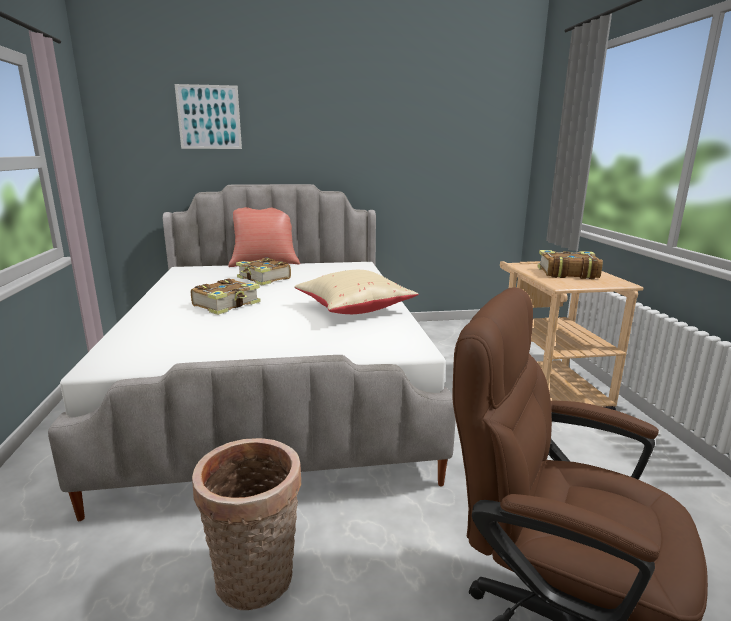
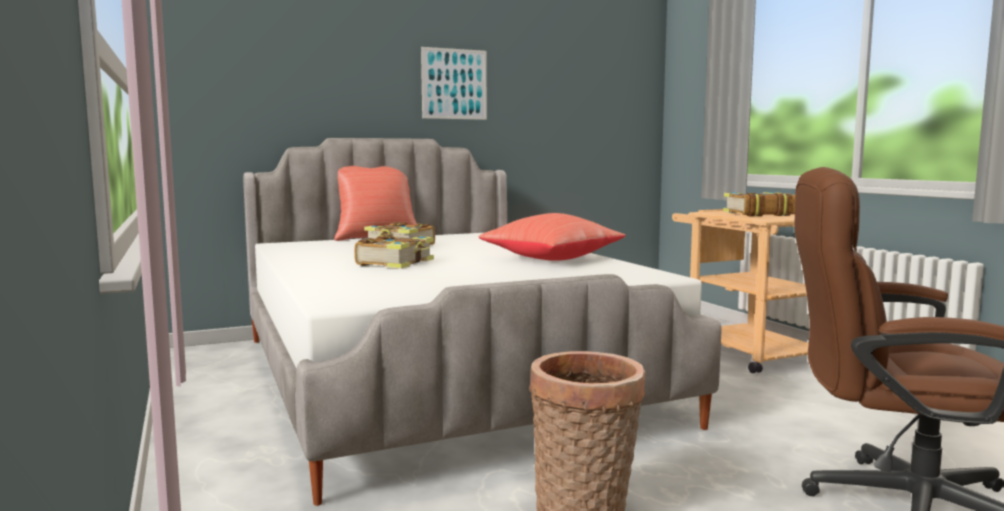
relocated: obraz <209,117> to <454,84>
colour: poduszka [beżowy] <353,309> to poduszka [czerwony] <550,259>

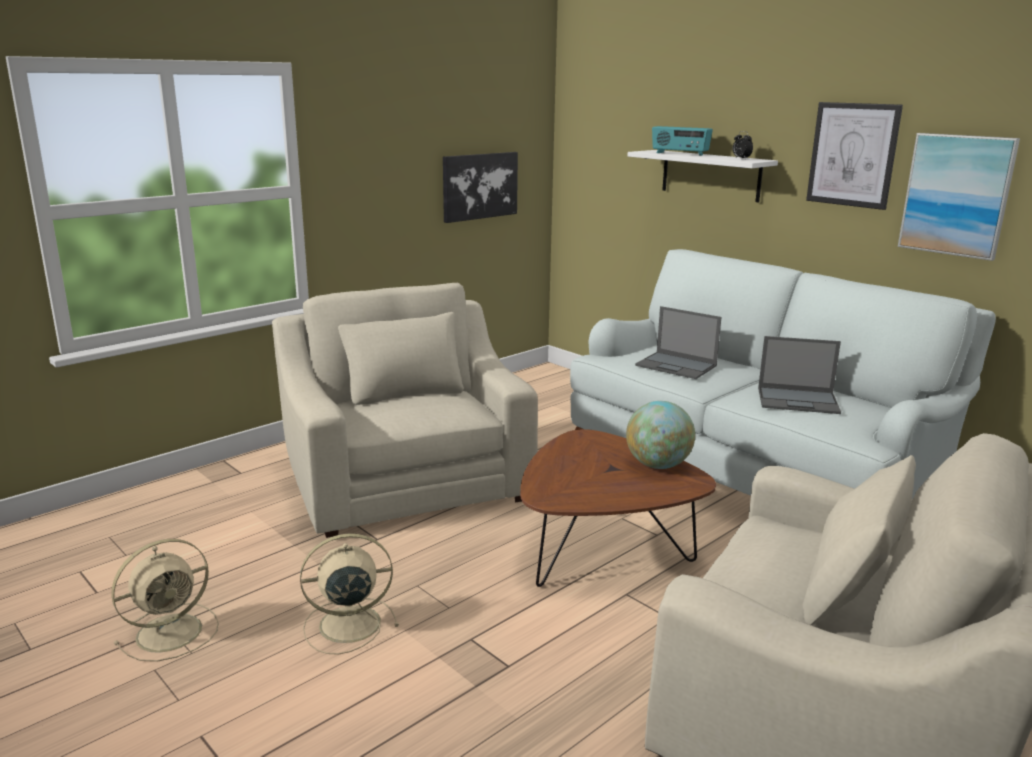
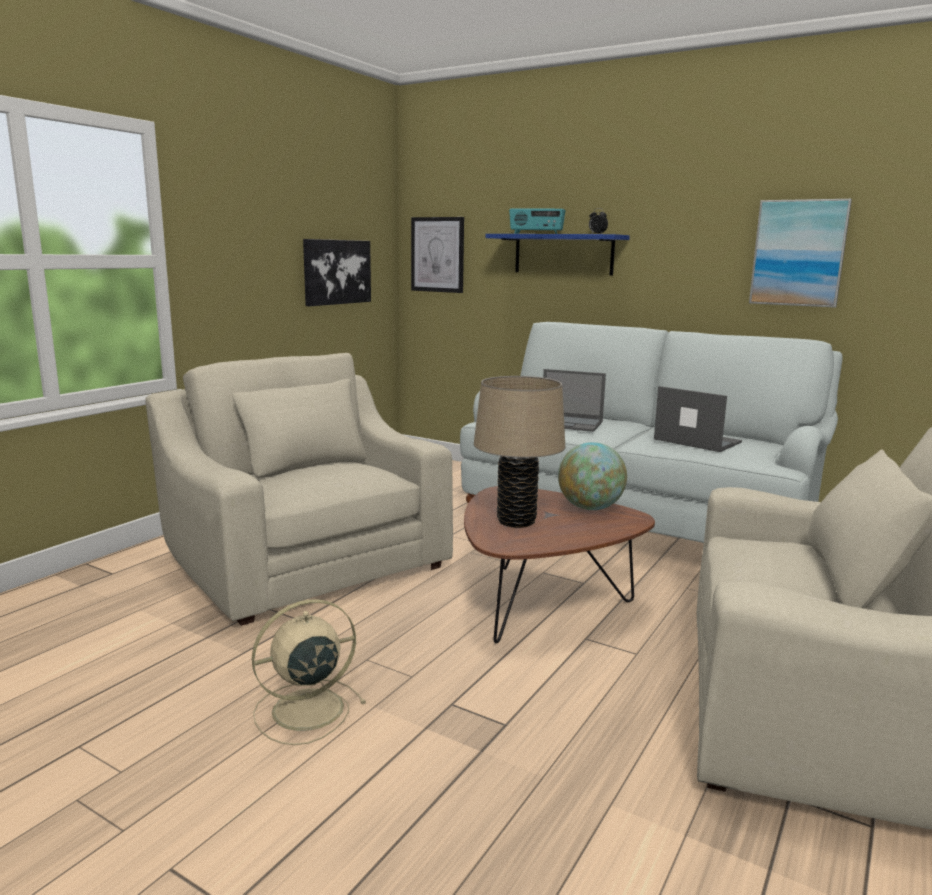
missing: wentylator [beżowy] <172,631>
appeared: lampa stołowa [beżowy] <516,521>
relocated: obraz <853,155> to <437,254>
colour: półka [biały] <710,175> to półka [niebieski] <563,254>
spun: laptop <798,400> = <696,441> 135 degrees counterclockwise

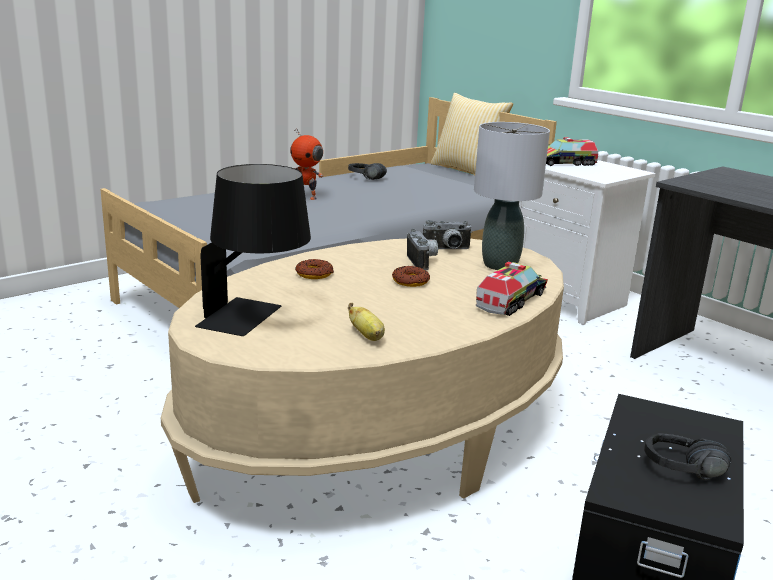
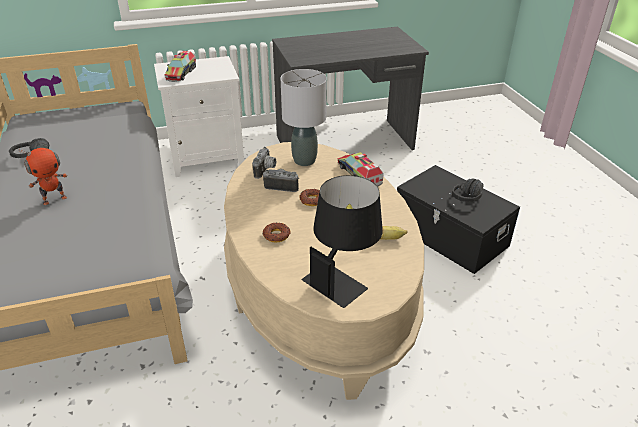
missing: poduszka <468,170>

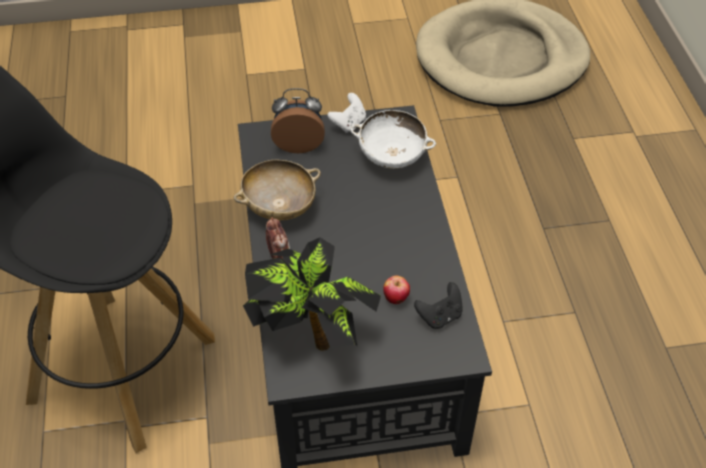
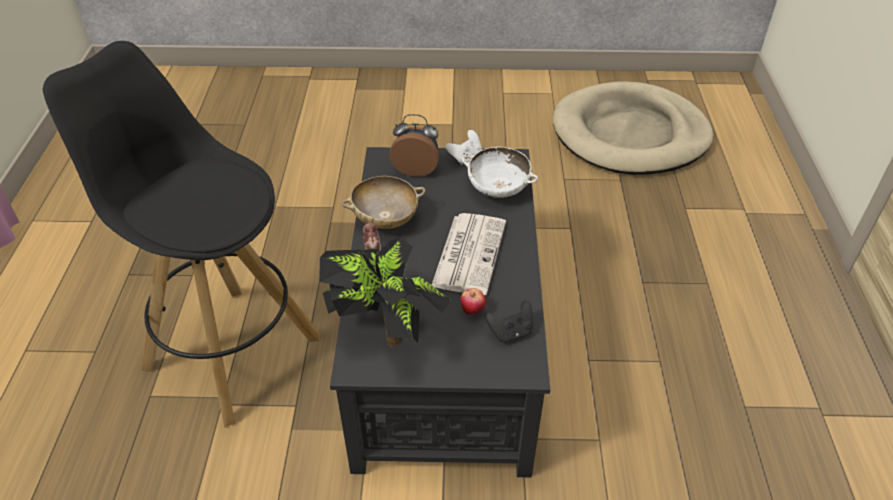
appeared: gazeta <469,253>

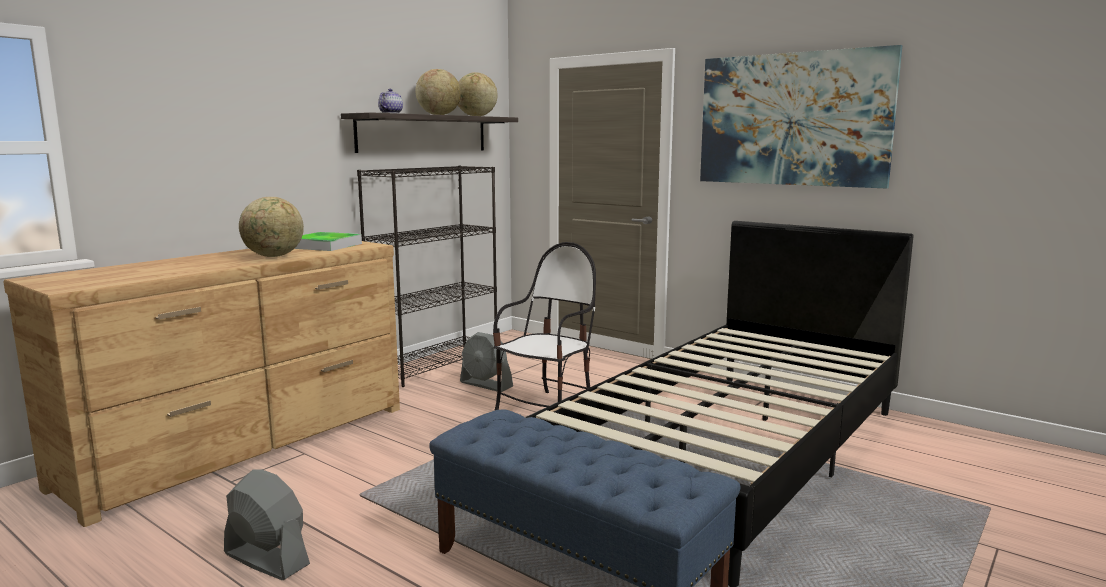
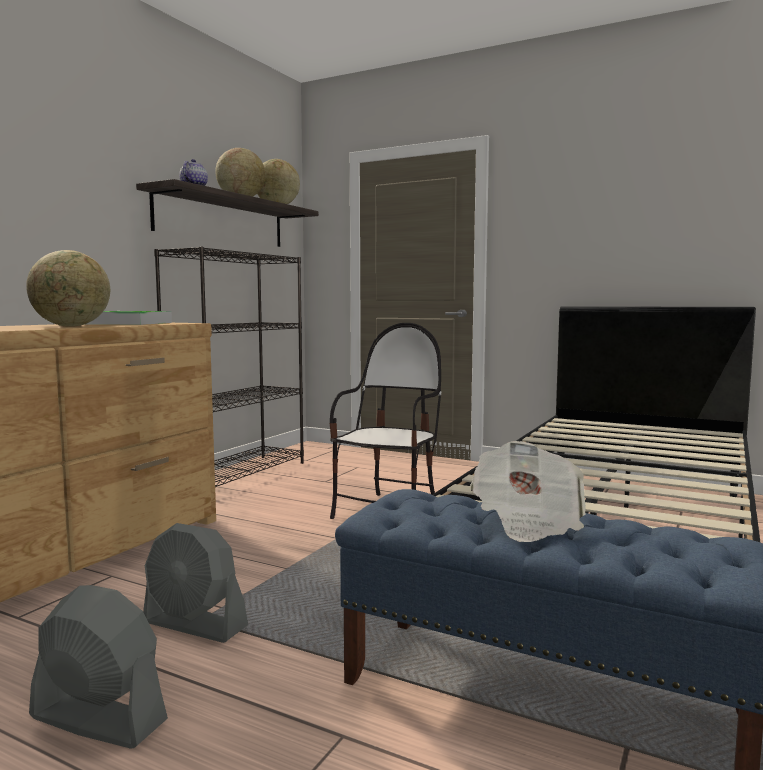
missing: obraz <792,119>
appeared: gazeta <527,521>
relocated: wentylator [szary] <486,385> to <195,625>

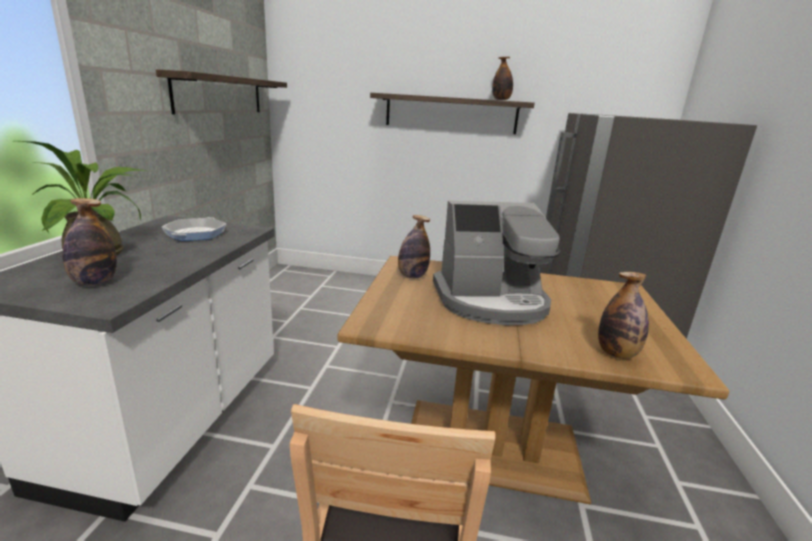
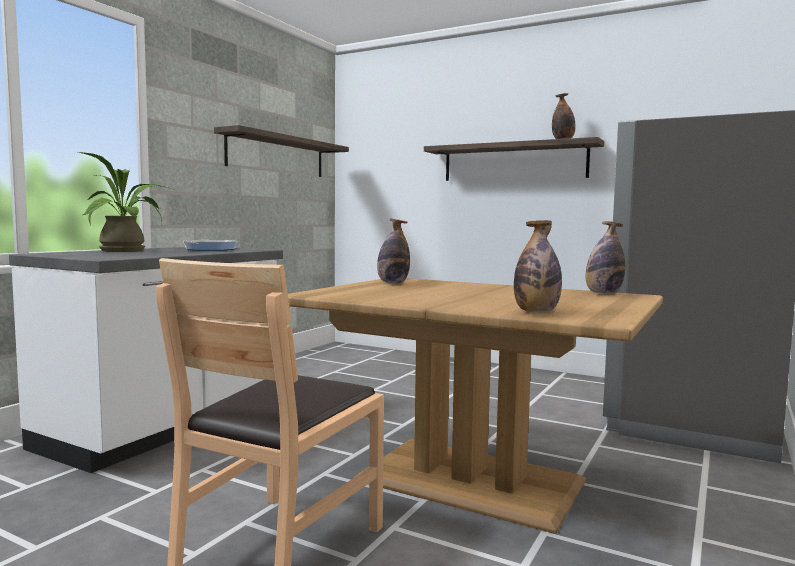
missing: ekspres do kawy <491,301>
relocated: butelka <94,283> to <603,294>

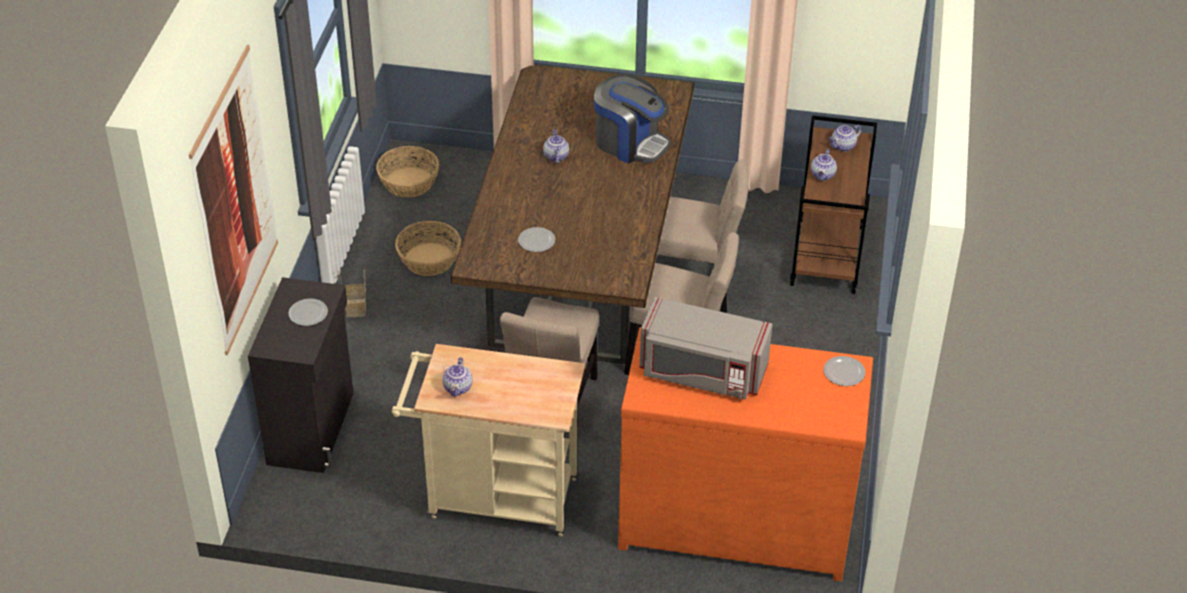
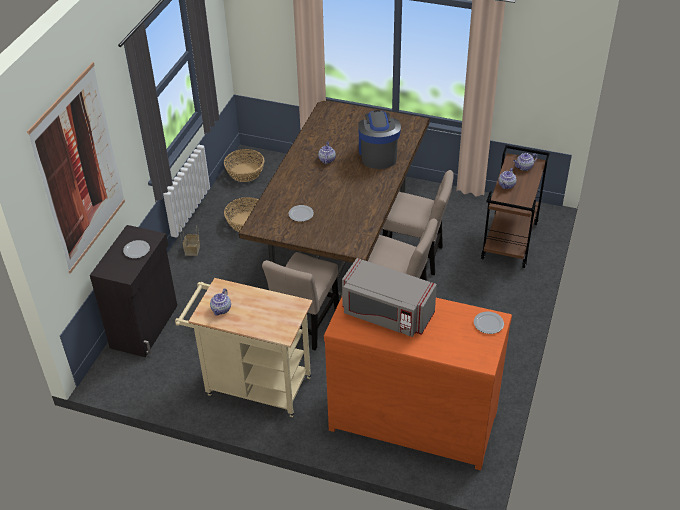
spun: ekspres do kawy <630,143> = <378,154> 135 degrees counterclockwise

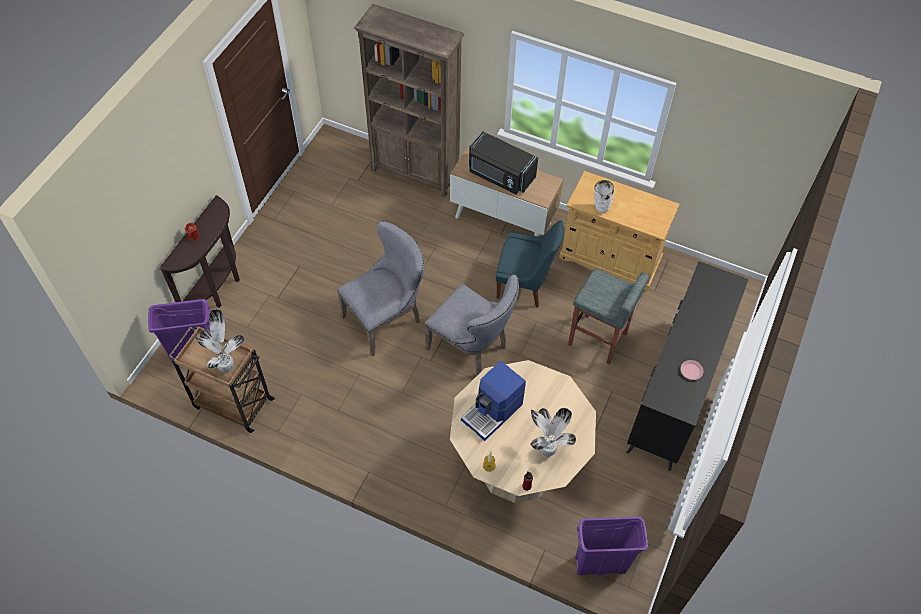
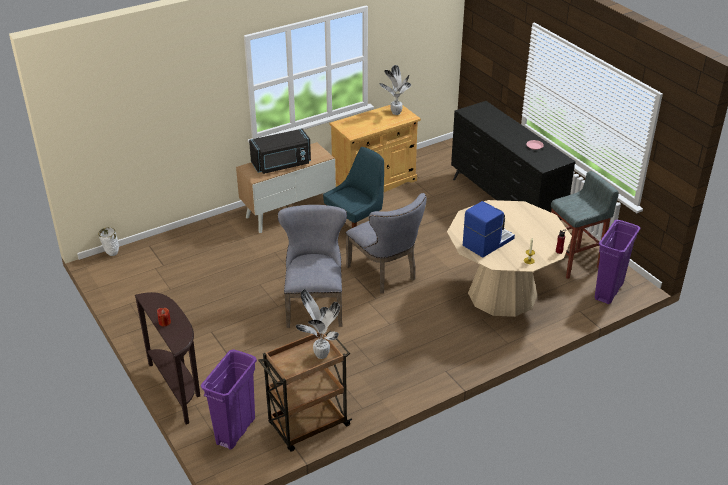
missing: regał [brązowy] <415,172>
relocated: roślina doniczkowa <545,450> to <395,113>; stołek [szary] <598,340> to <574,263>; wazon [biały] <600,208> to <111,254>
spun: krzesło [szary] <472,348> = <385,274> 75 degrees clockwise; ekspres do kawy <493,412> = <487,242> 120 degrees counterclockwise

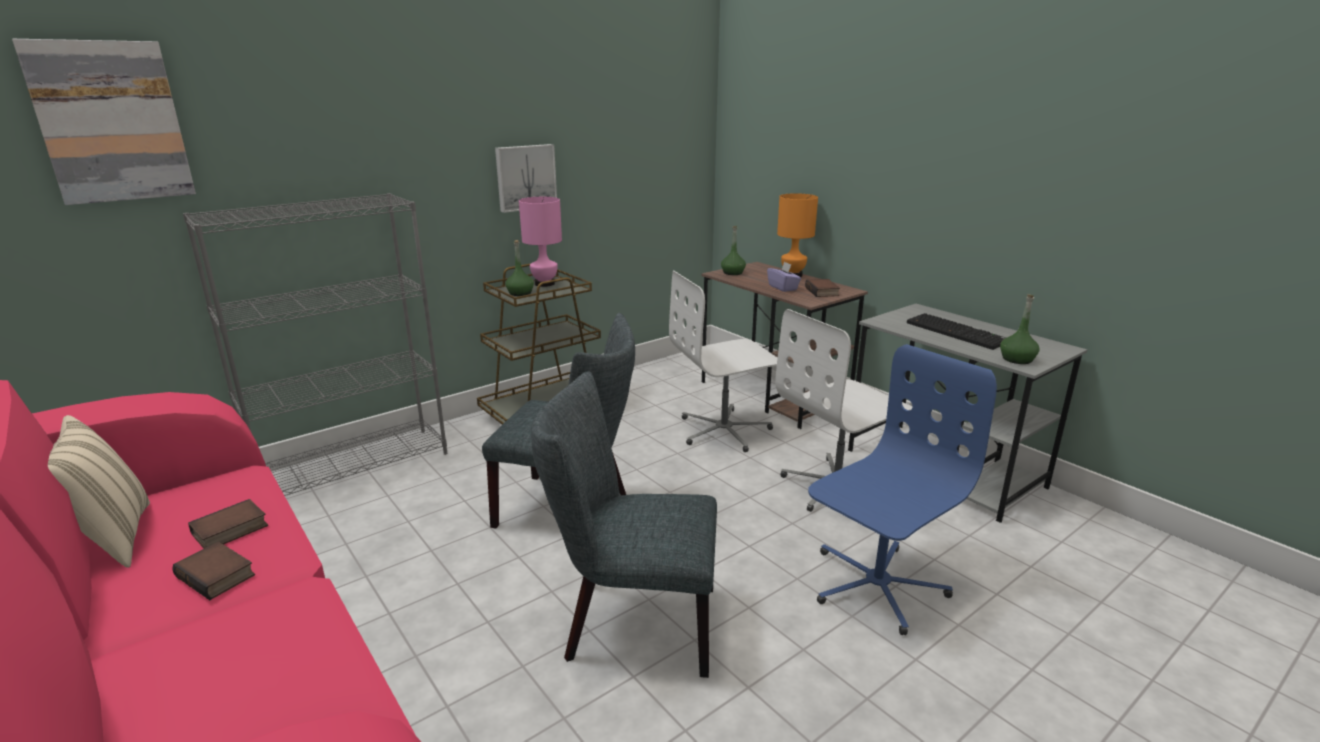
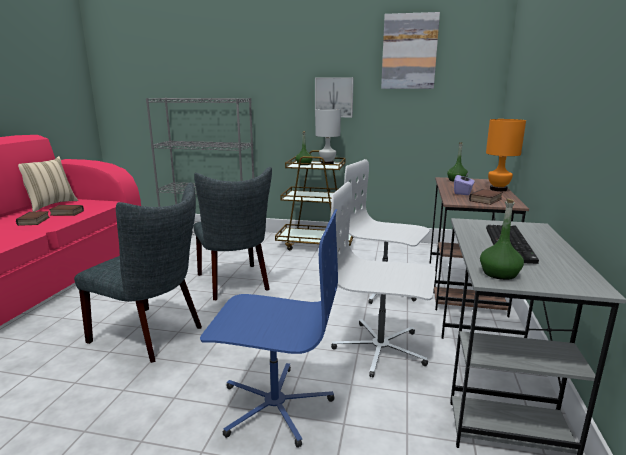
relocated: obraz <111,122> to <409,52>
colour: lampa stołowa [różowy] <544,284> to lampa stołowa [biały] <327,163>
spun: krzesło [szary] <631,623> = <153,335> 150 degrees clockwise

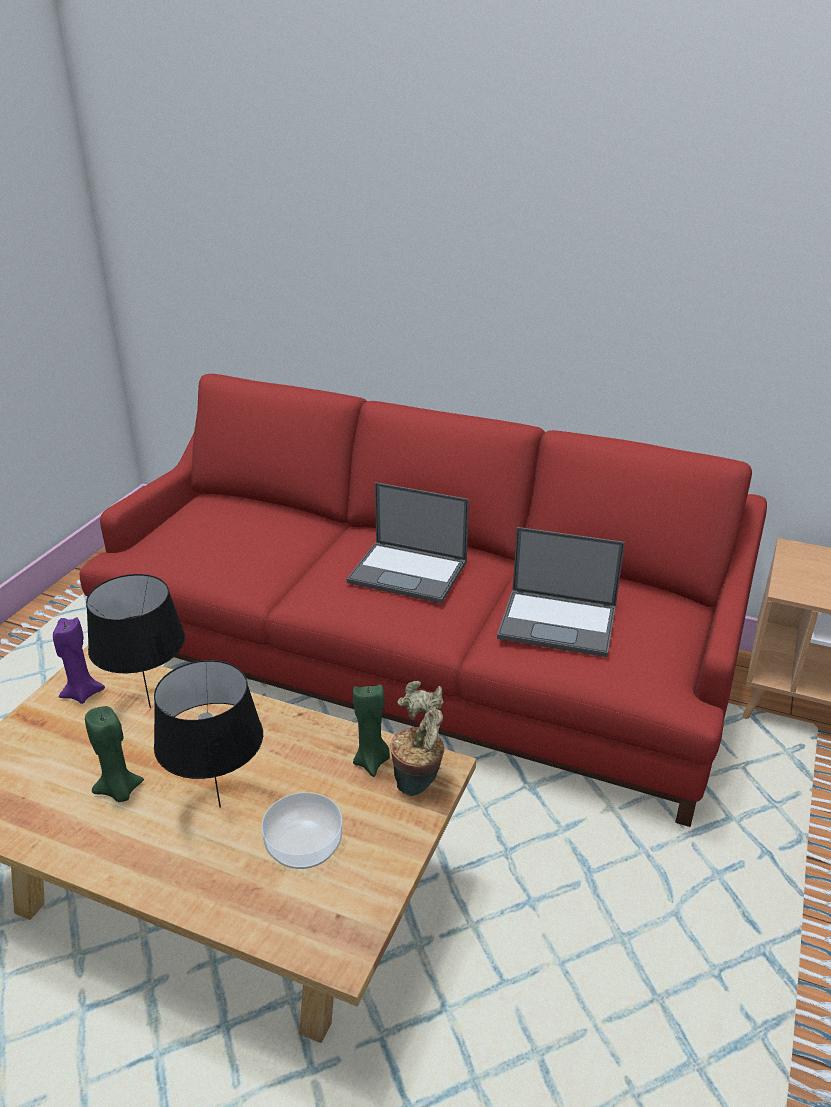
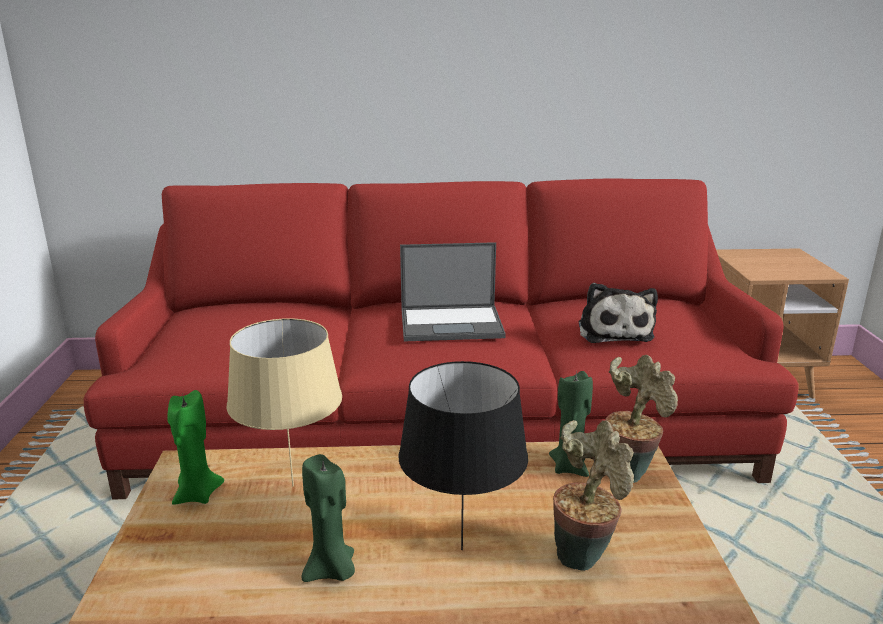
exchanged: miska <305,845> to roślina doniczkowa <584,554>; laptop <559,622> to pluszak <614,331>
colour: świeca [fioletowy] <82,693> to świeca [zielony] <197,495>; lampa stołowa [czarny] <150,706> to lampa stołowa [beżowy] <292,485>

